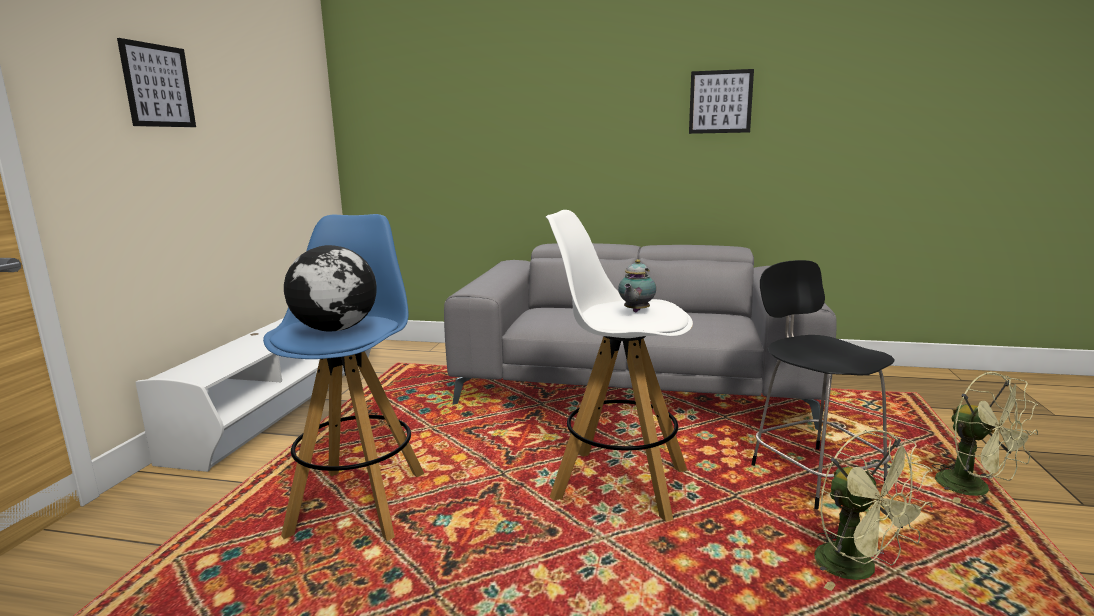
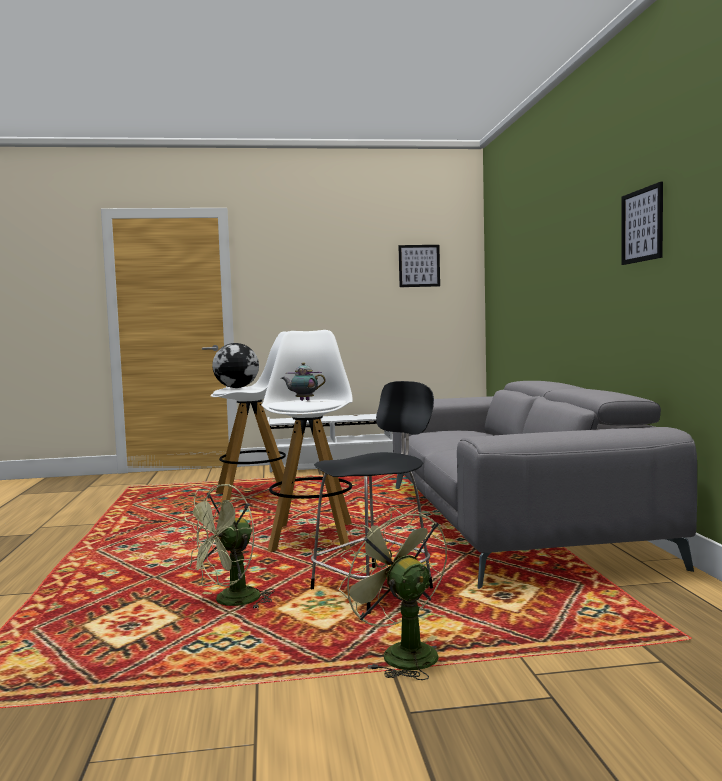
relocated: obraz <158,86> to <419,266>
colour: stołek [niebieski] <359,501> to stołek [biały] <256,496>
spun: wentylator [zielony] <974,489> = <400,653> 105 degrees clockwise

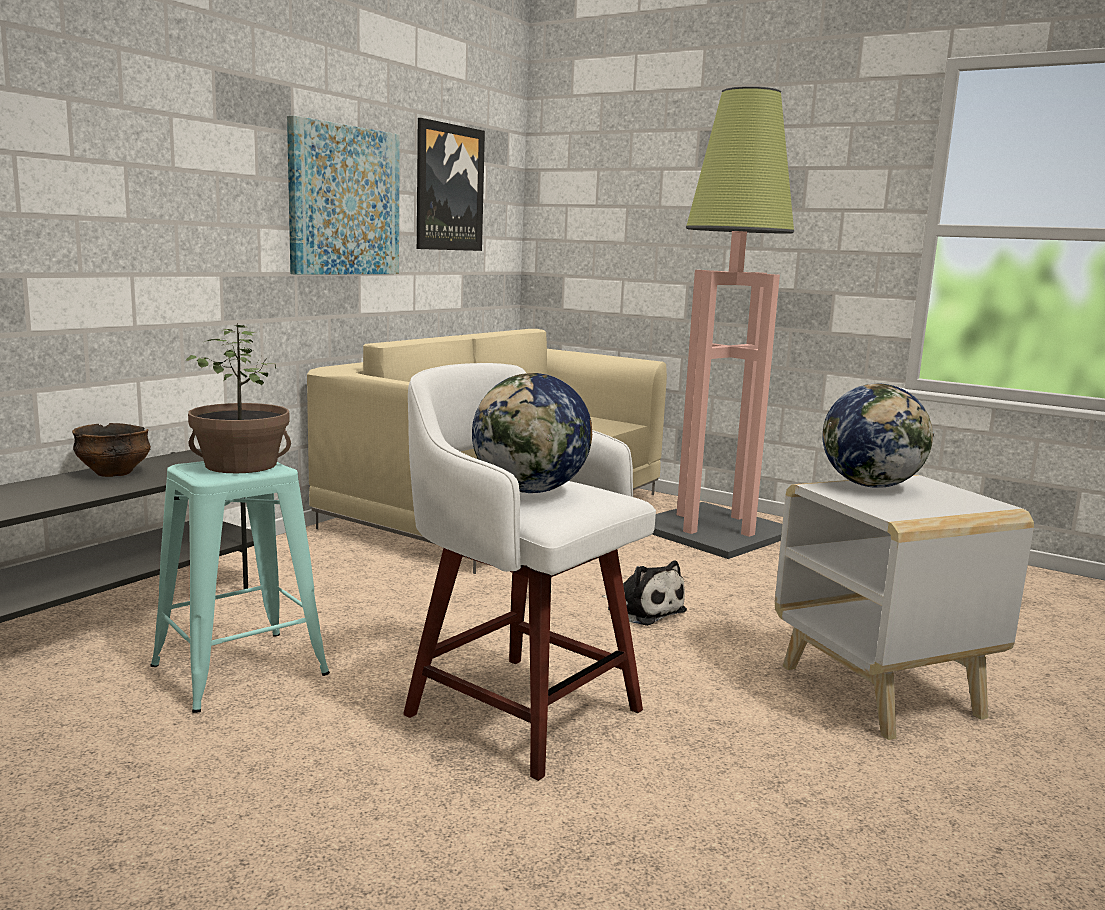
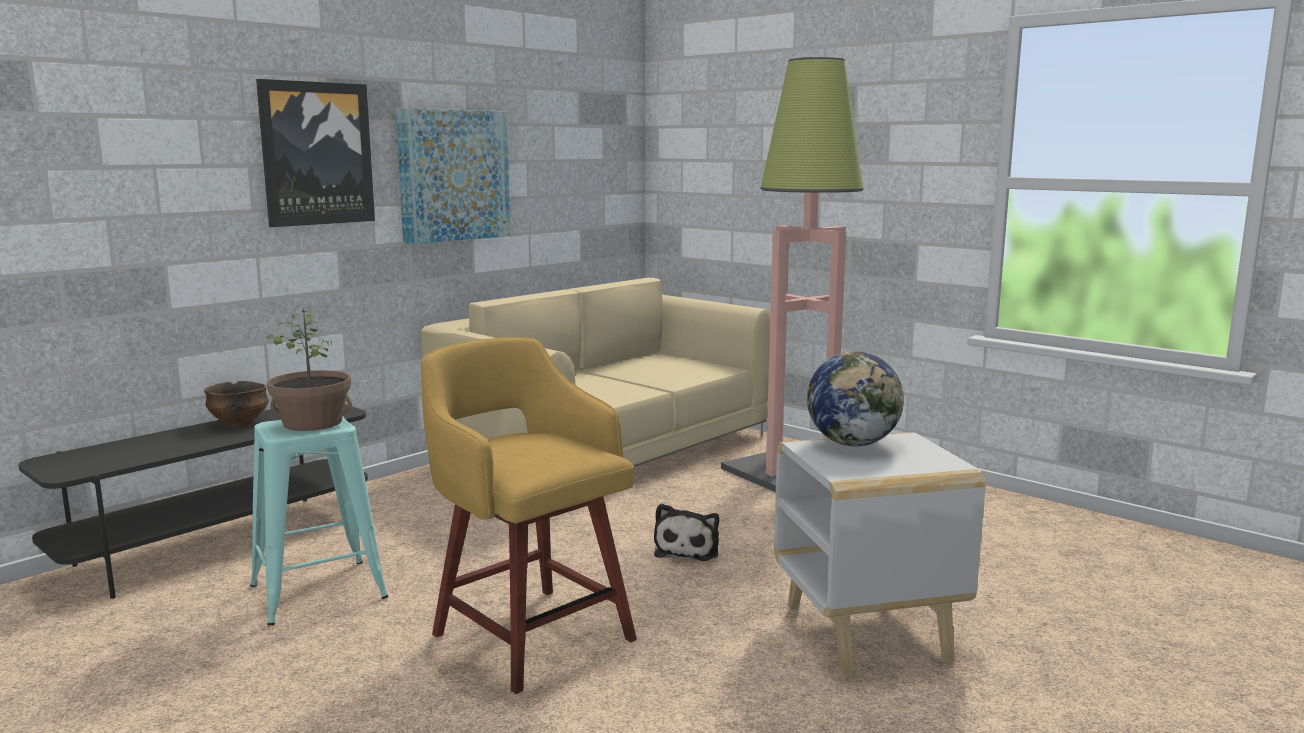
missing: globus <530,491>
relocated: obraz <448,188> to <316,153>
colour: stołek [biały] <519,709> to stołek [żółty] <530,634>
spun: pluszak <643,610> = <688,549> 45 degrees clockwise

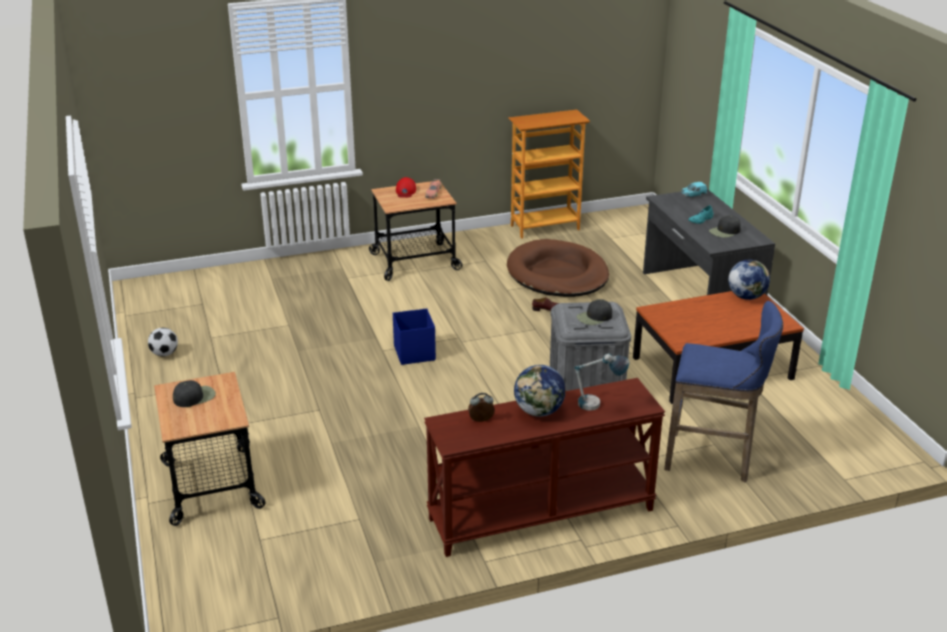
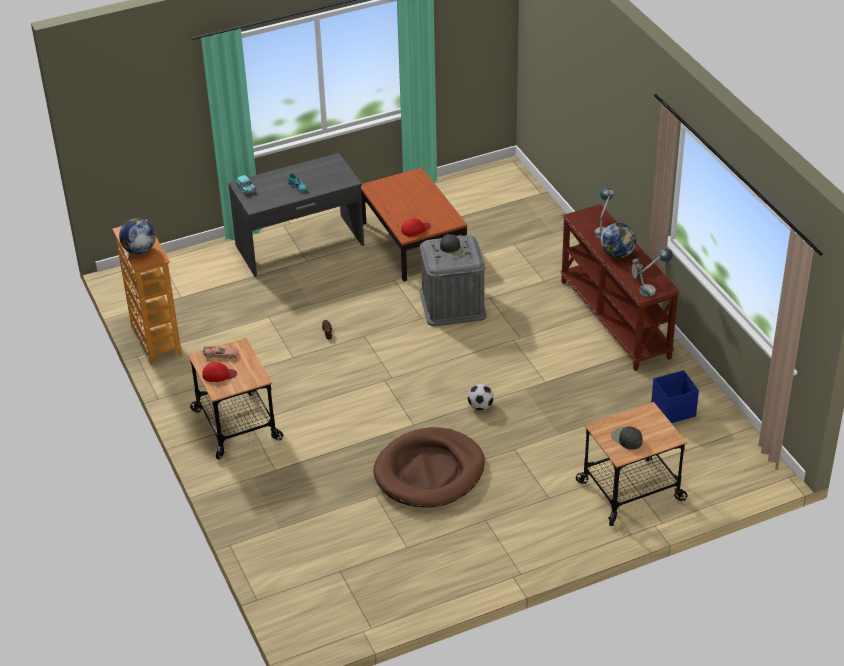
missing: stołek [niebieski] <713,459>; czapka z daszkiem [czarny] <725,231>
appeared: czapka z daszkiem [czerwony] <415,229>; lampa stołowa <653,288>
relocated: piłka futbolowa <164,354> to <480,406>; pojemnik do przechowywania [niebieski] <414,352> to <672,410>; legowisko [brązowy] <557,274> to <429,472>; globus <746,296> to <139,250>

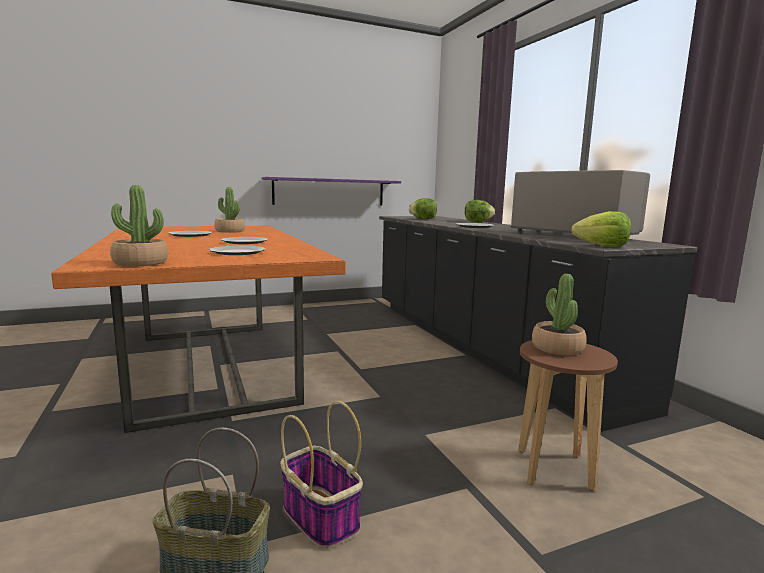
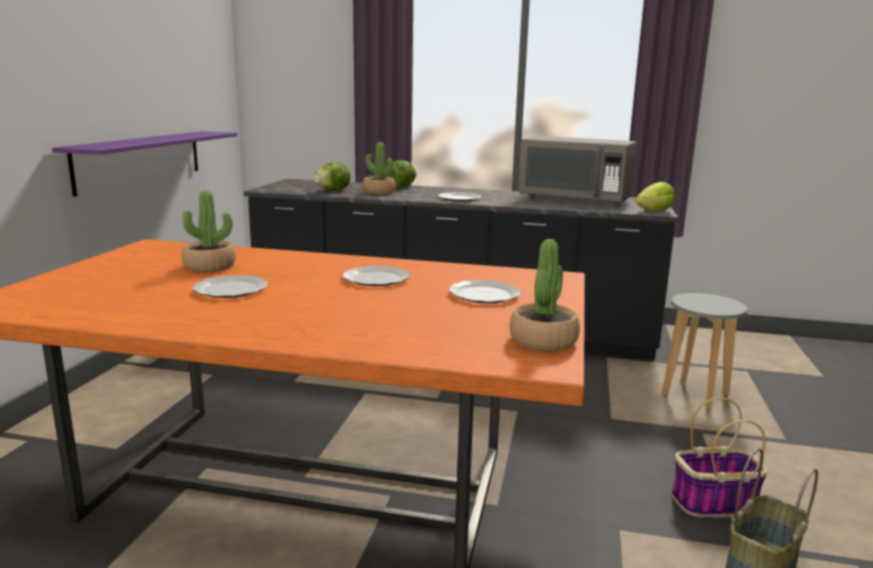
relocated: roślina doniczkowa <557,348> to <379,192>
colour: stołek [brązowy] <555,469> to stołek [szary] <695,395>
spun: mikrofalówka [szary] <572,236> = <574,199> 150 degrees counterclockwise

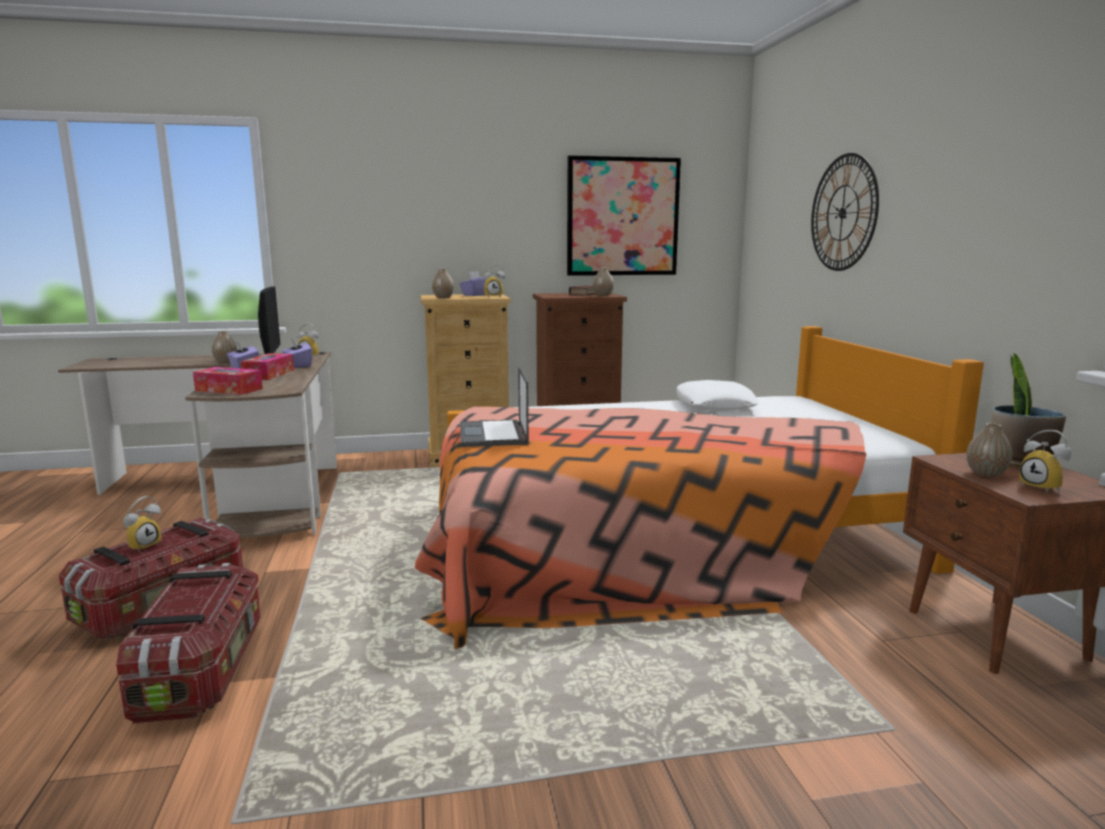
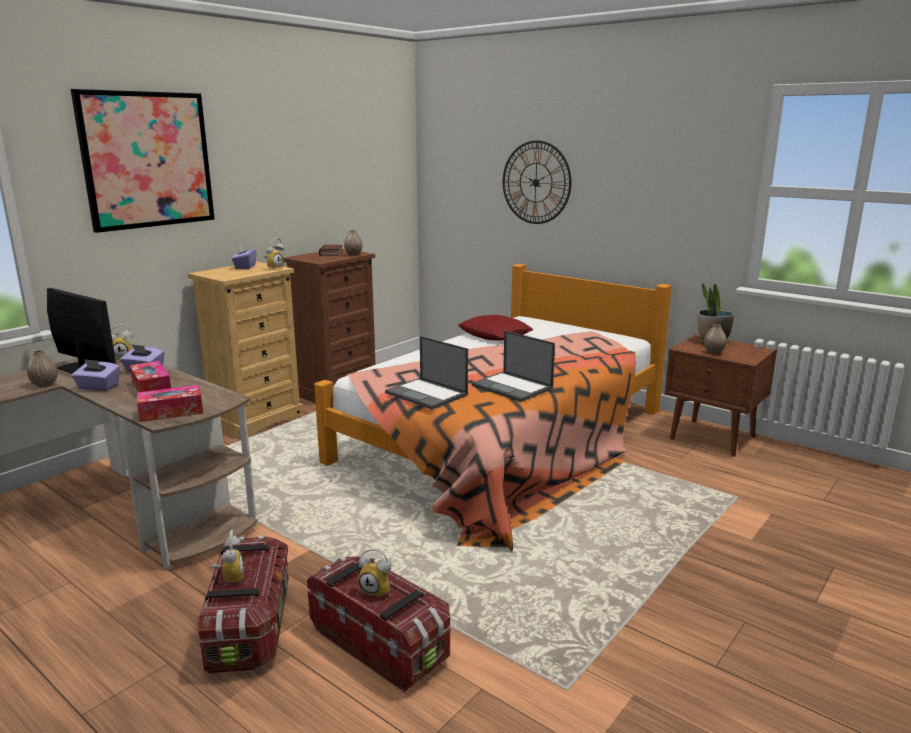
missing: wazon <443,298>
appeared: laptop <513,387>
relocated: obraz <622,217> to <147,160>; budzik <1043,488> to <378,590>
colour: poduszka [biały] <715,405> to poduszka [czerwony] <495,334>

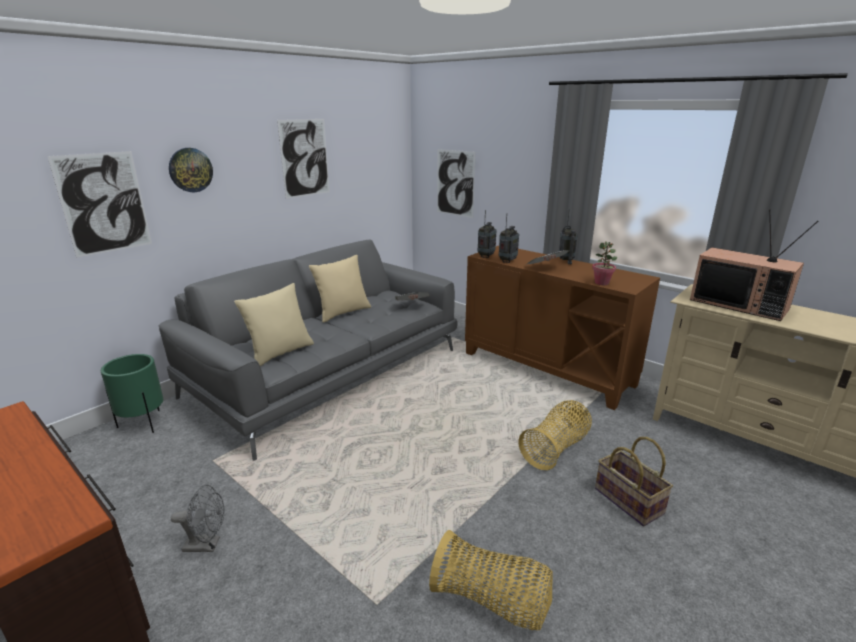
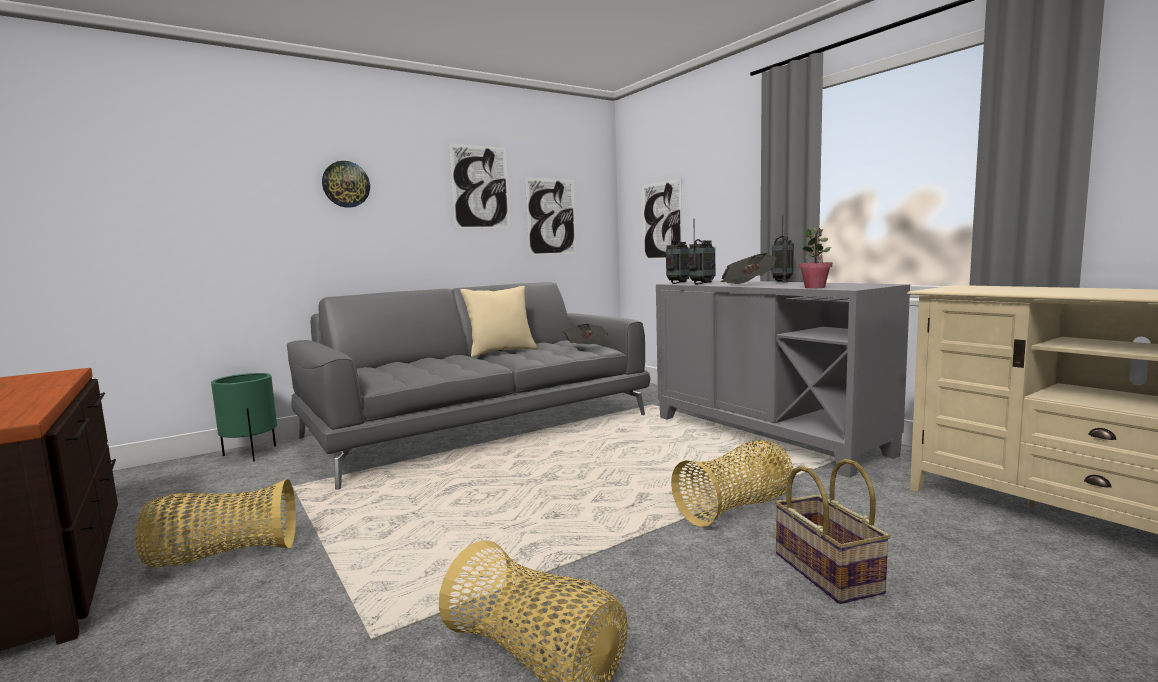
missing: poduszka [beżowy] <280,353>; telewizor <740,304>
relocated: obraz <104,203> to <551,217>
exchanged: wentylator [szary] <207,544> to koszyk <223,555>
colour: szafka [brązowy] <547,368> to szafka [szary] <766,435>

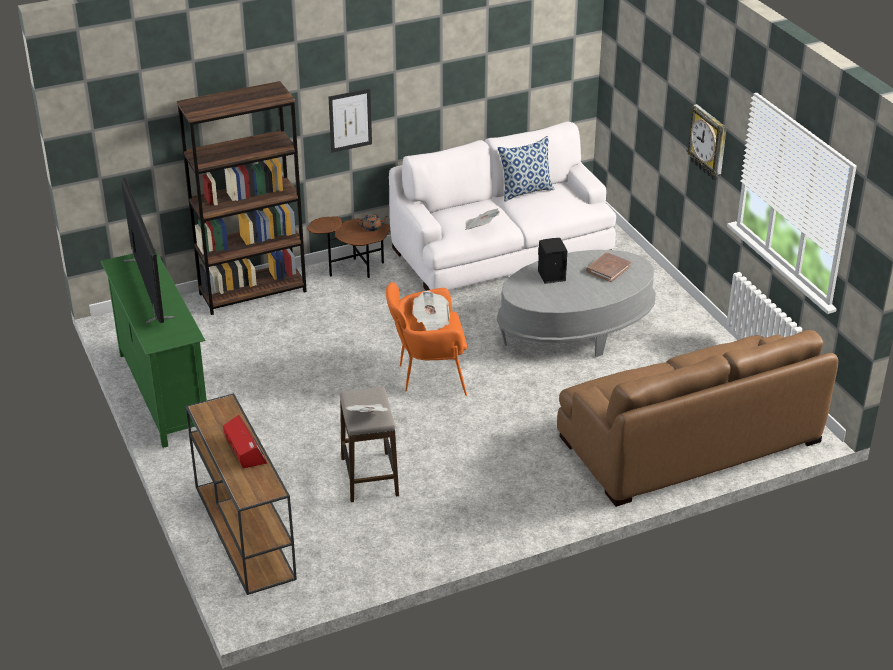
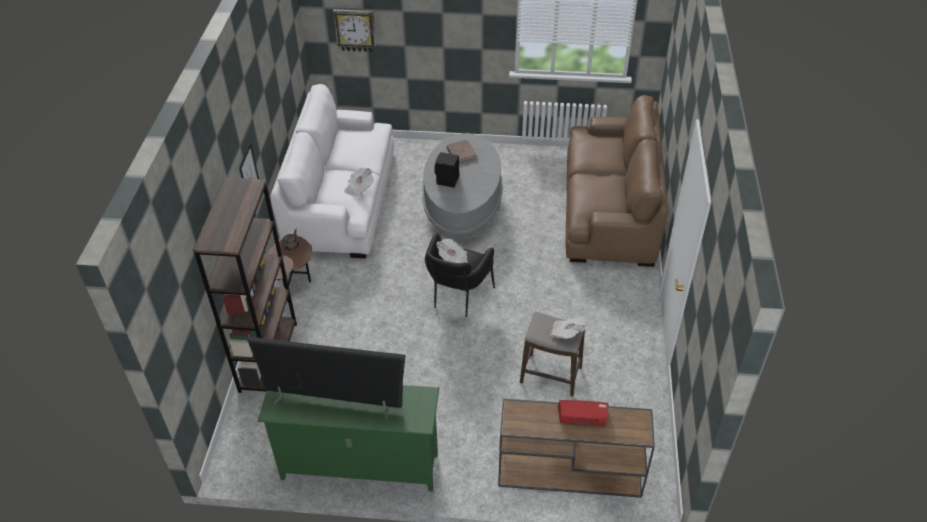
missing: poduszka <525,191>
relocated: zegar ścienny <709,143> to <355,30>
colour: fotel [pomarańczowy] <428,376> to fotel [czarny] <457,298>

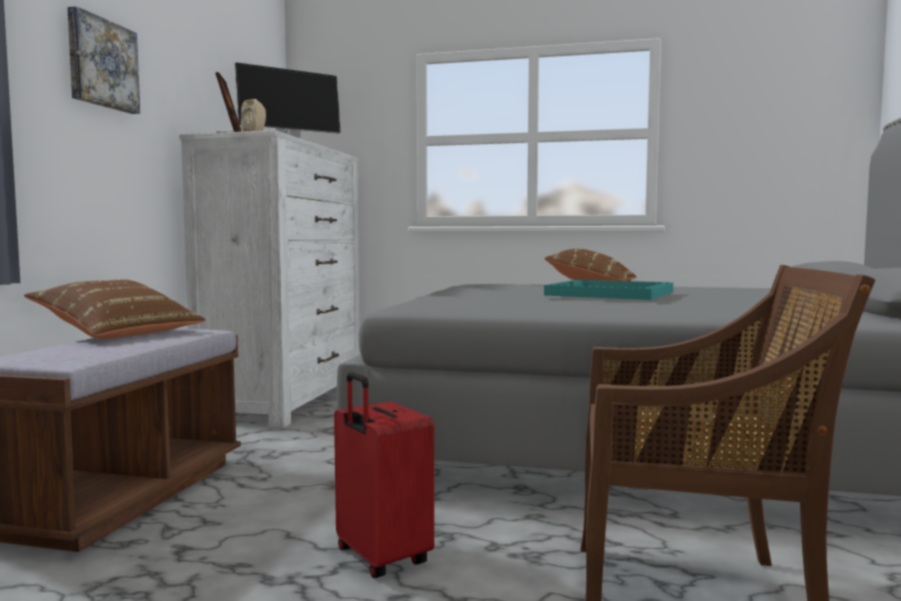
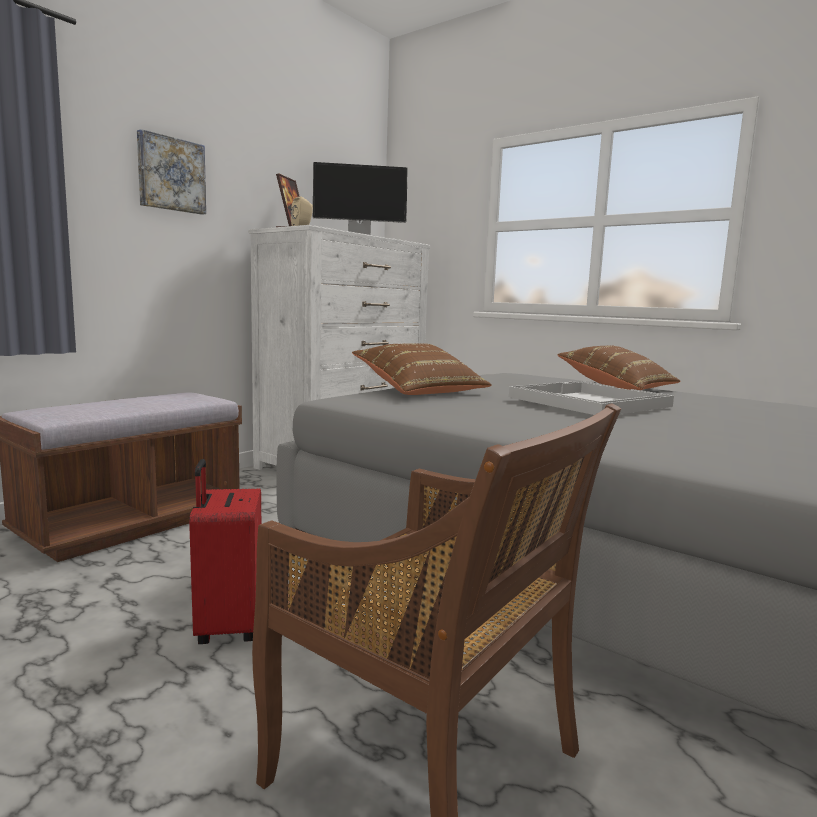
relocated: poduszka [brązowy] <119,334> to <419,391>
colour: taca [turkusowy] <609,293> to taca [biały] <587,401>

